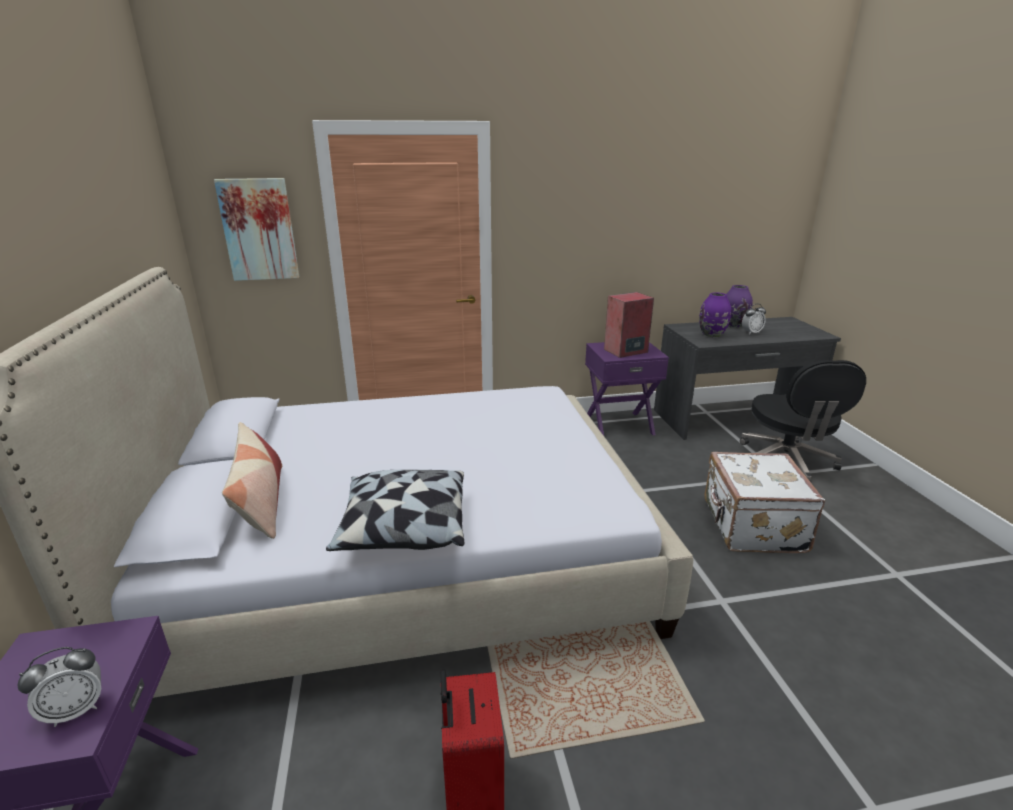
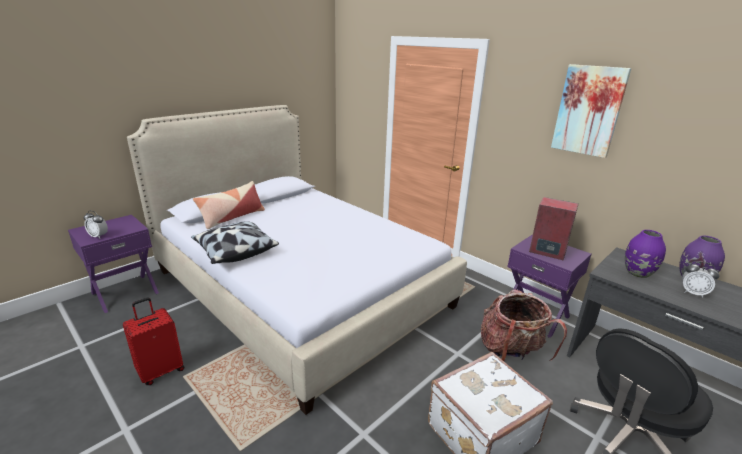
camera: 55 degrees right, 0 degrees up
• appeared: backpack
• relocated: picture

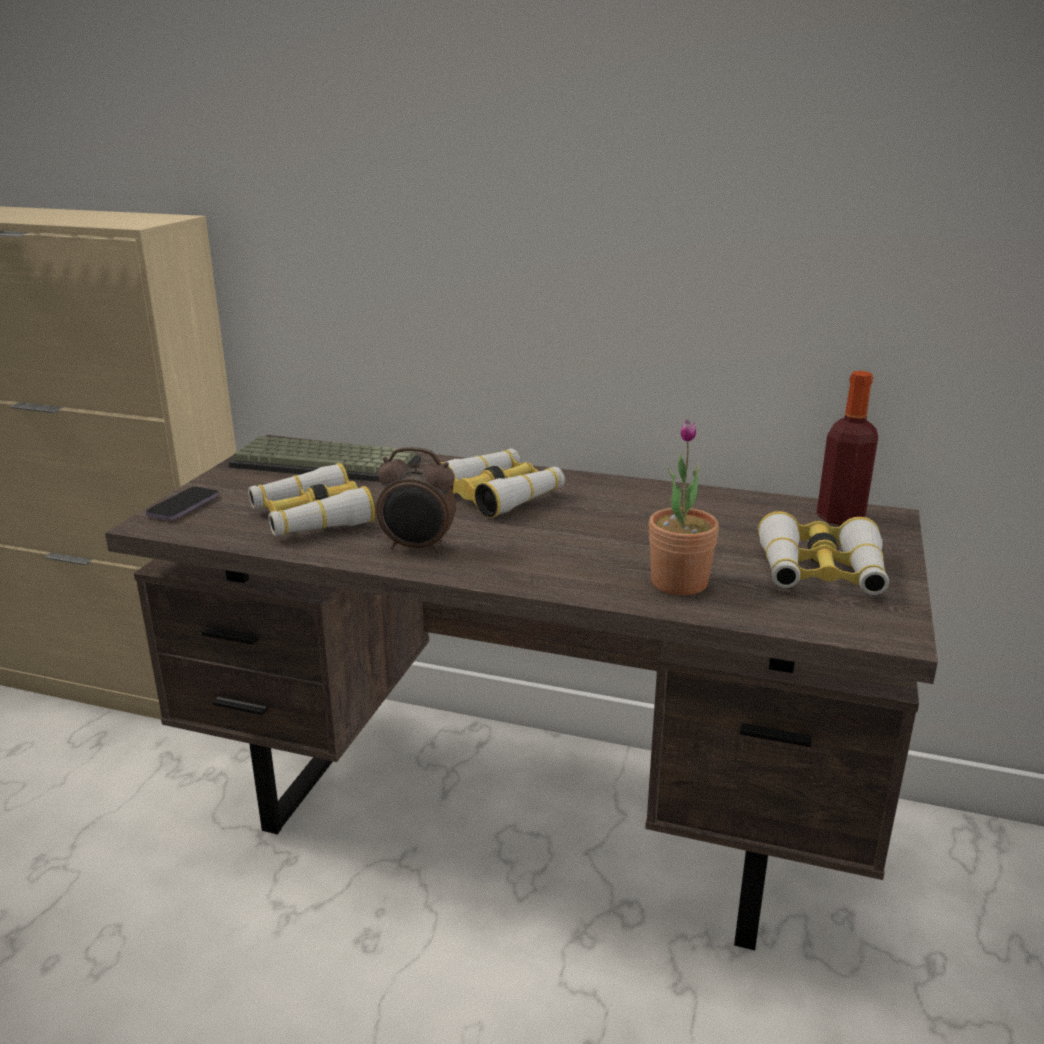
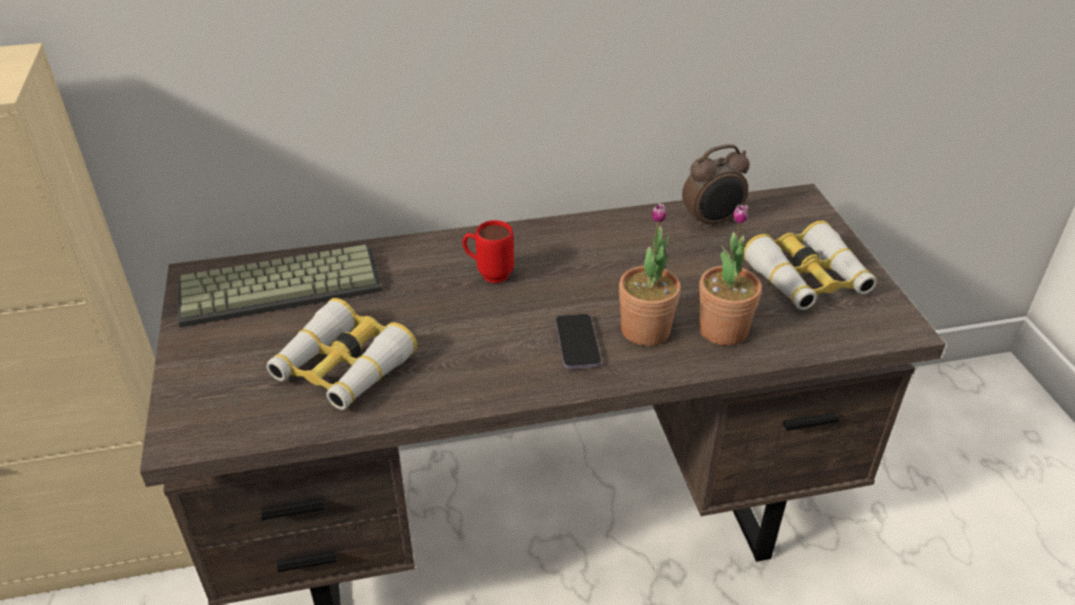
camera: 30 degrees left, 15 degrees up
• missing: drink bottle
• appeared: potted plant (no. 1 from left)
• relocated: telephone
• relocated: alarm clock
• exchanged: pair of binoculars (no. 2 from left) to mug (red-coloured)

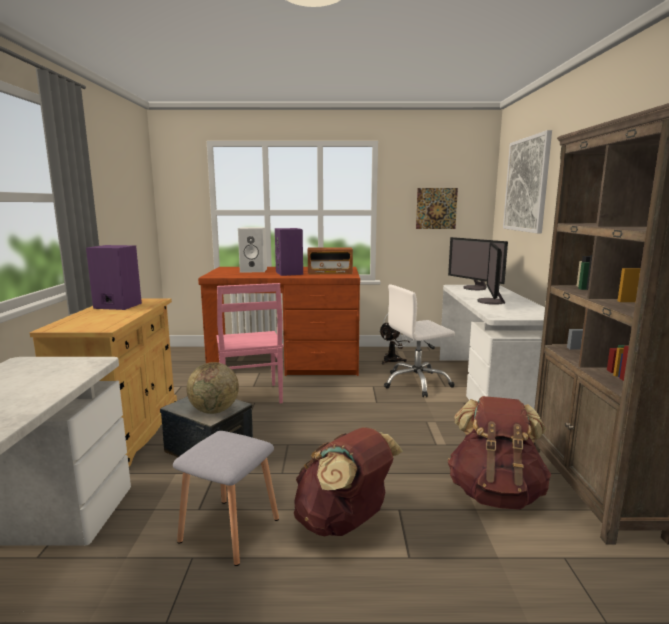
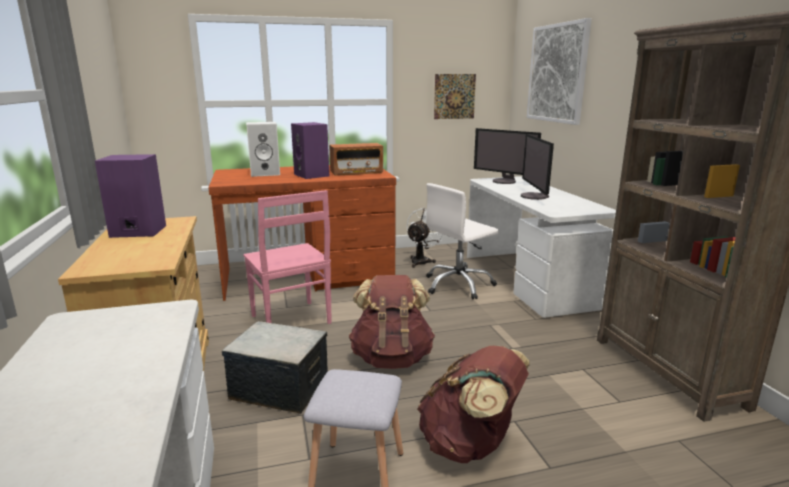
camera: 15 degrees left, 5 degrees up
• missing: world globe
• relocated: backpack (brownish) (no. 2 from left in the first image) to backpack (brownish) (no. 1 from left)

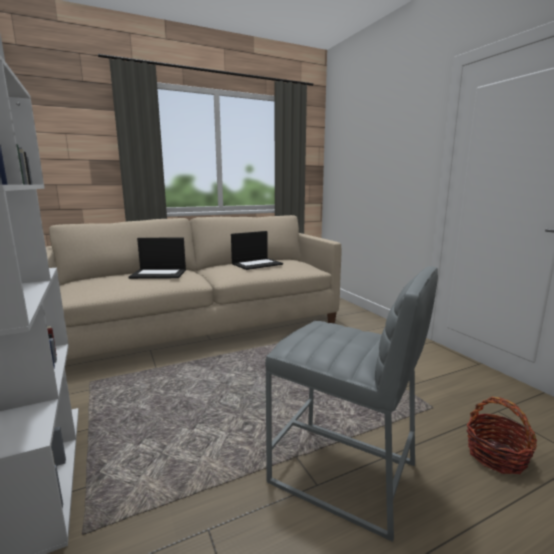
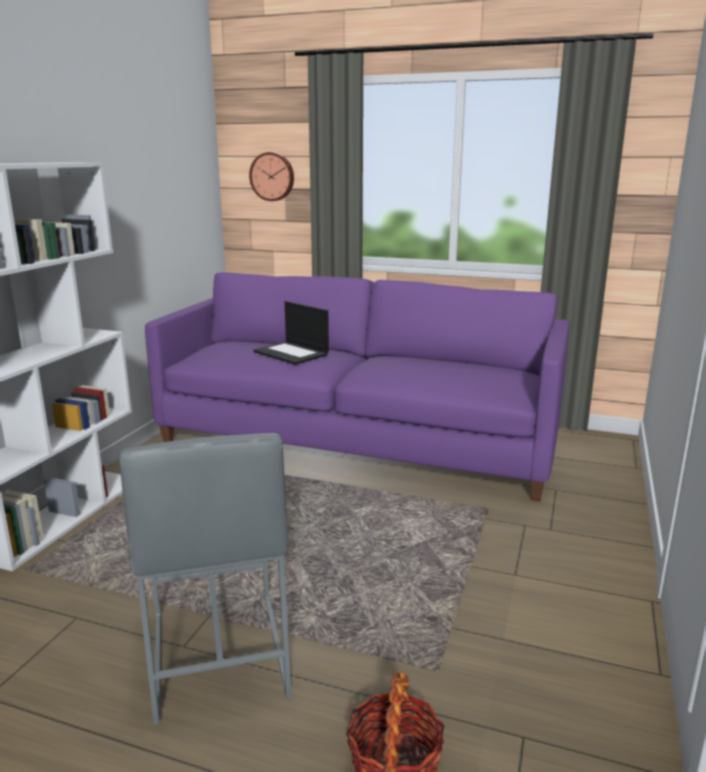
camera: 45 degrees right, 5 degrees up
• missing: portable computer (no. 2 from left)
• appeared: hanging clock
• colour: settee (beige) to settee (purple-coloured)

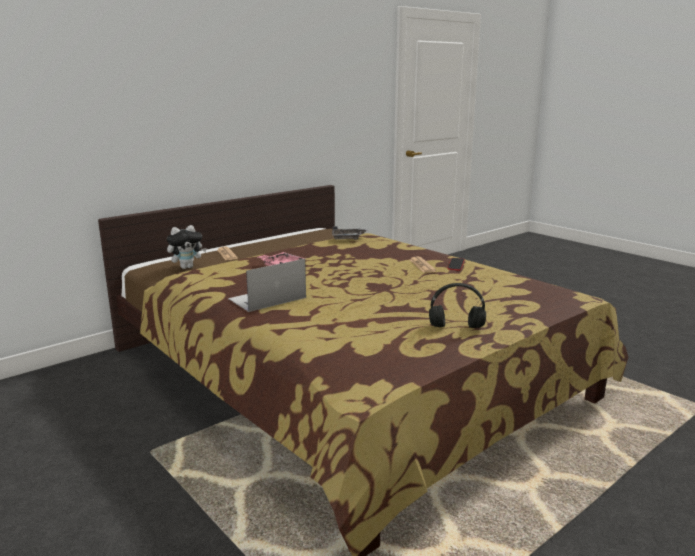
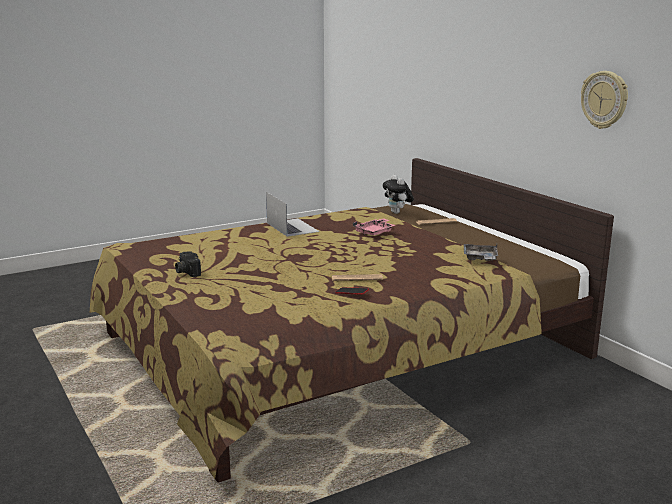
camera: 100 degrees right, 0 degrees up
• appeared: hanging clock
• exchanged: pair of headphones (black-coloured) to still camera

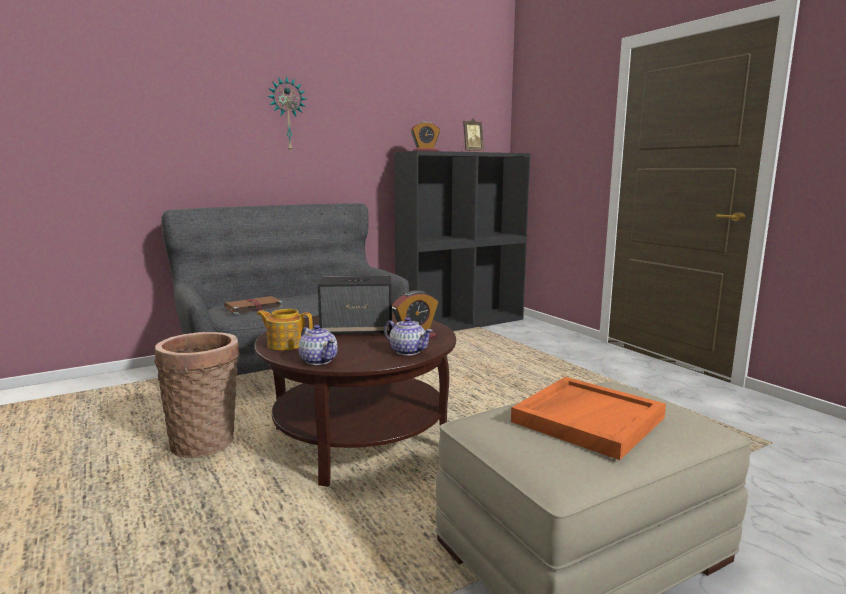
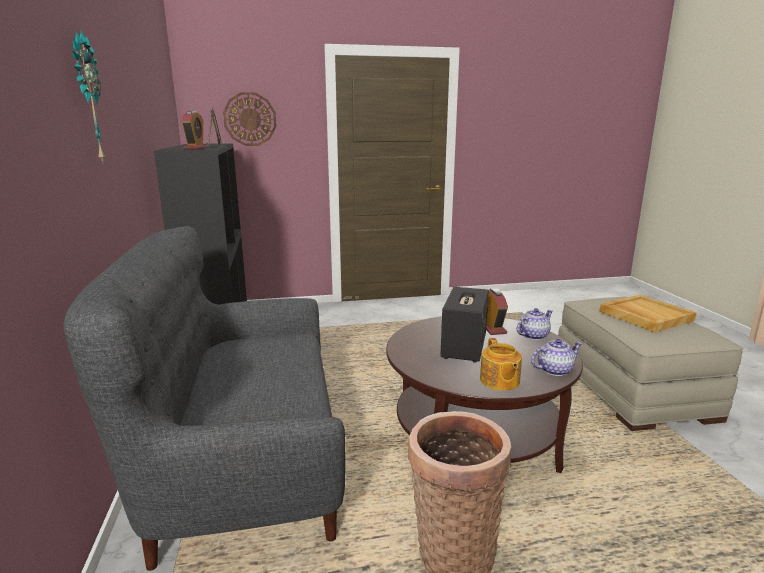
camera: 70 degrees left, 5 degrees up
• missing: book (brownish)
• appeared: hanging clock (no. 2 from left)
• colour: carrying tray (orangey) to carrying tray (beige)
• spun: teapot (no. 1 from left) 45 degrees counterclockwise

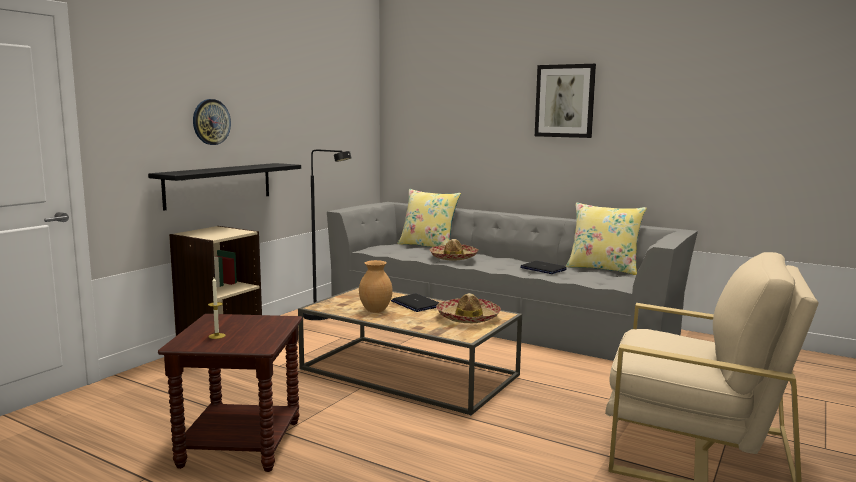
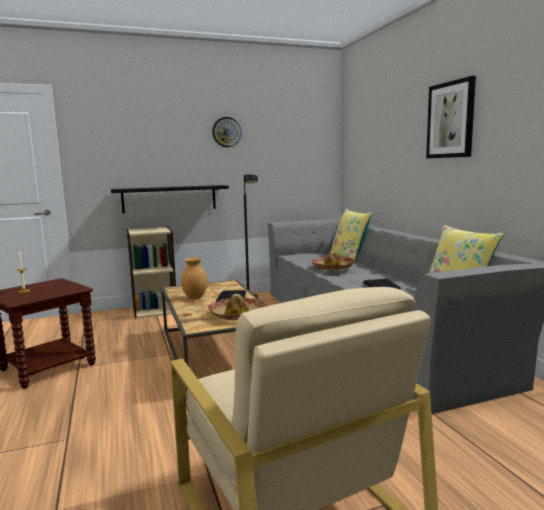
camera: 40 degrees right, 0 degrees up
• relocated: hanging clock

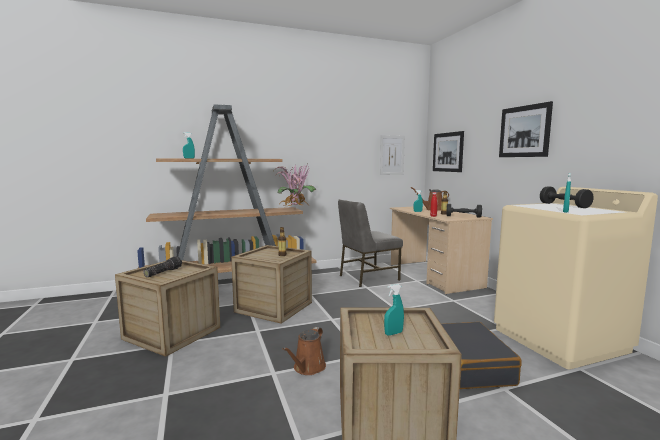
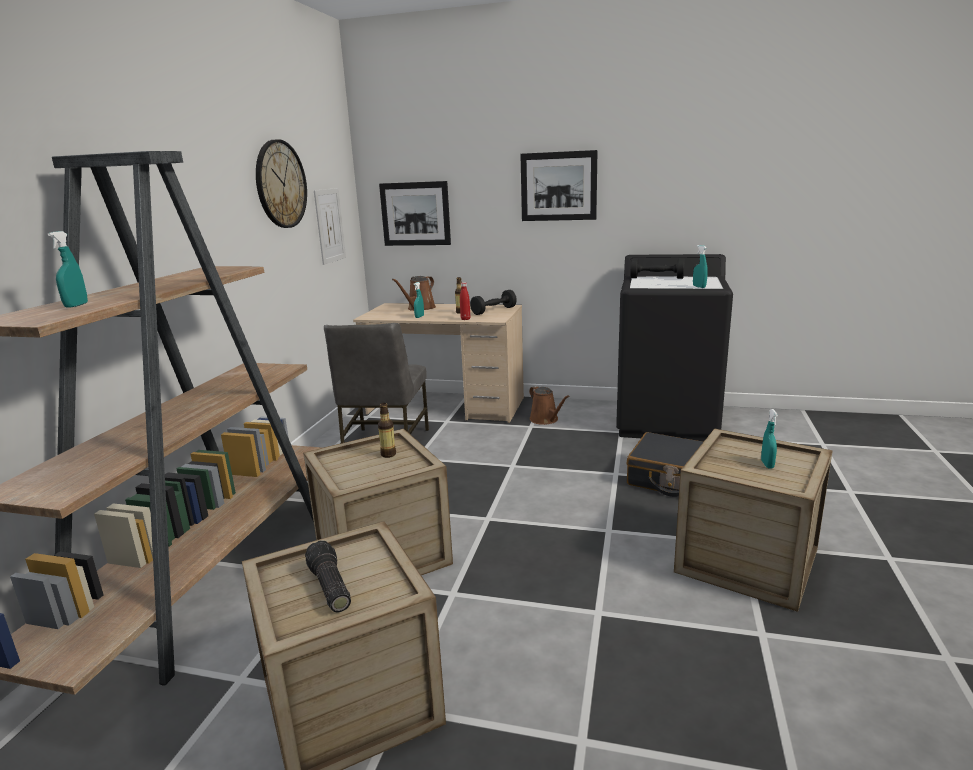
camera: 55 degrees left, 10 degrees up
• missing: potted plant
• appeared: hanging clock
• relocated: watering pot (brownish) (no. 1 from left in the first image) to watering pot (brownish) (no. 2 from left)
• colour: laundry machine (beige) to laundry machine (black-coloured)

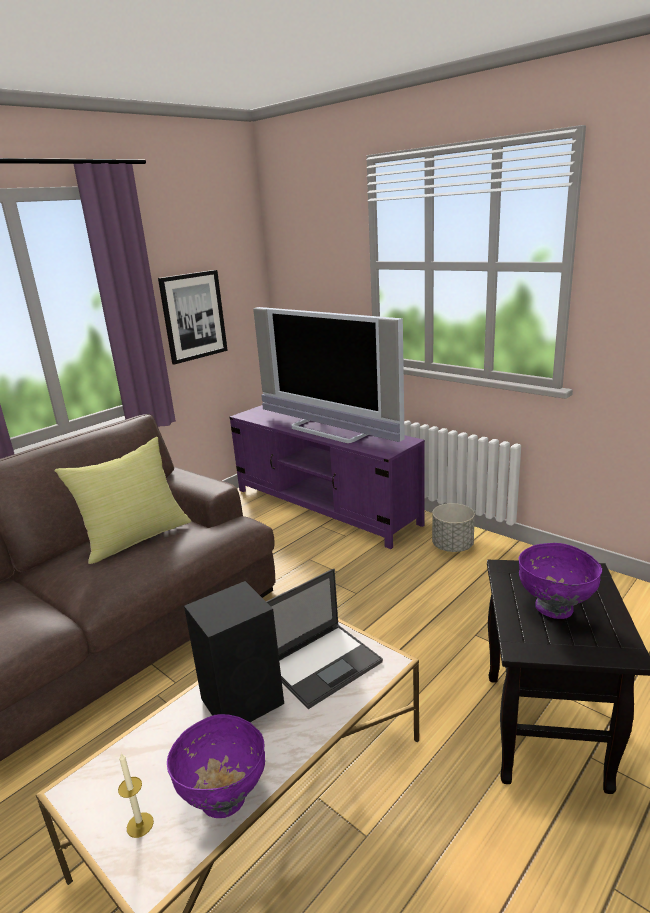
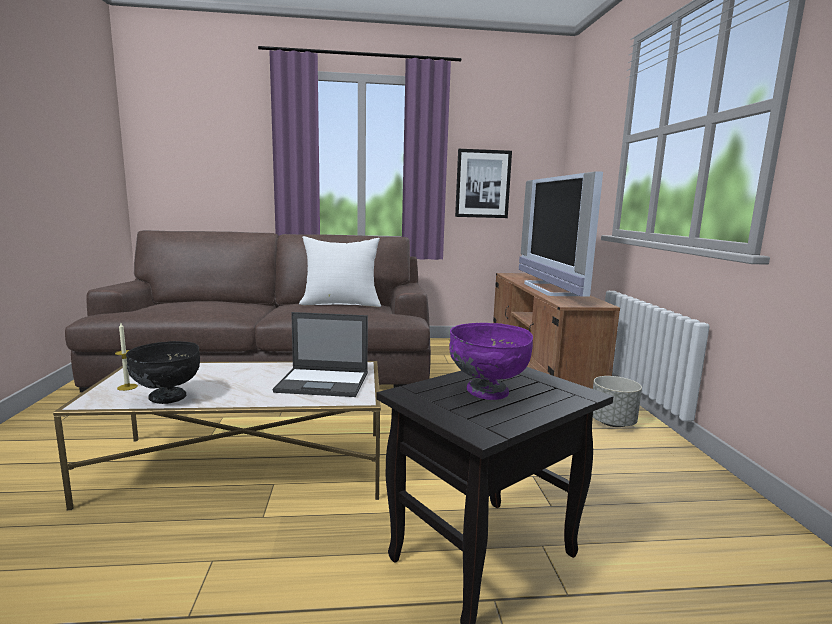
camera: 40 degrees right, 10 degrees down
• missing: audio speaker (black-coloured)
• colour: cushion (yellow-coloured) to cushion (white)
• colour: deep dish (purple-coloured) (no. 1 from left) to deep dish (black-coloured)
• colour: tv unit (purple-coloured) to tv unit (brownish)

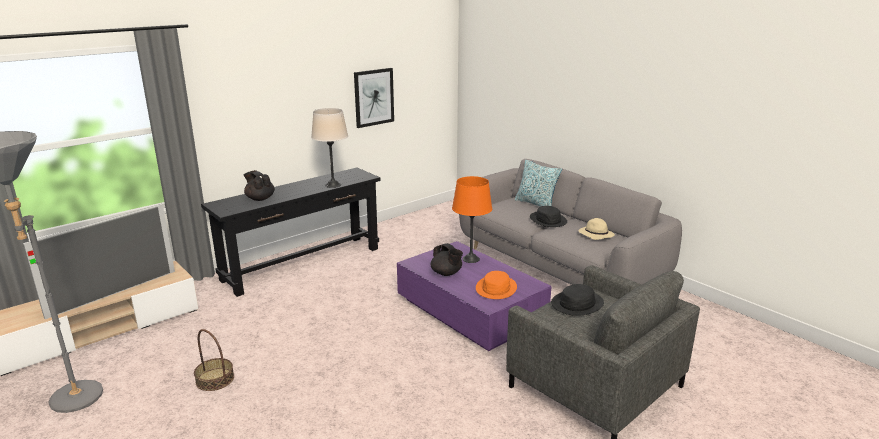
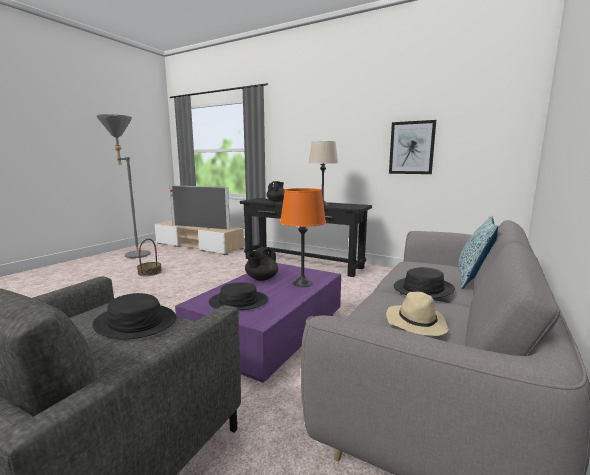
camera: 70 degrees right, 10 degrees down
• colour: hat (orangey) to hat (black-coloured) (no. 2 from left)

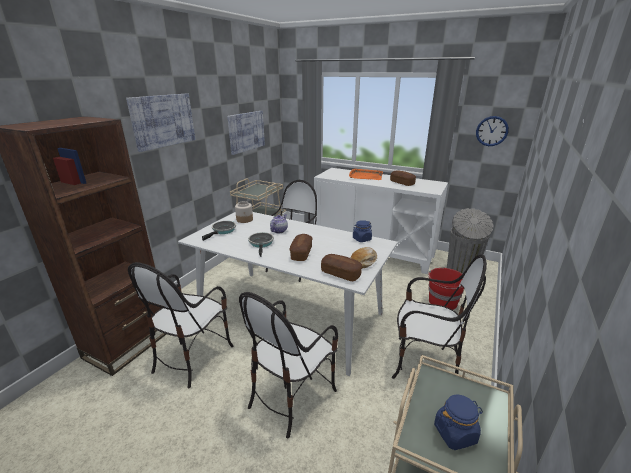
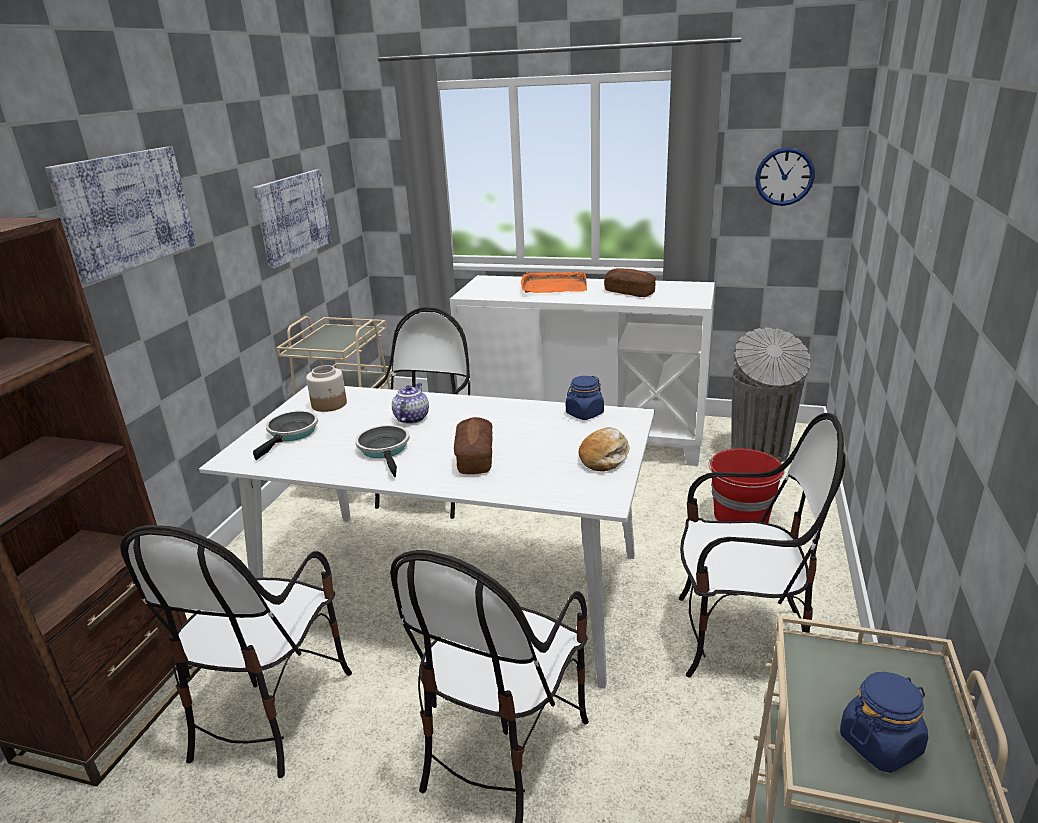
camera: 10 degrees left, 0 degrees up
• missing: bread (no. 2 from left)

